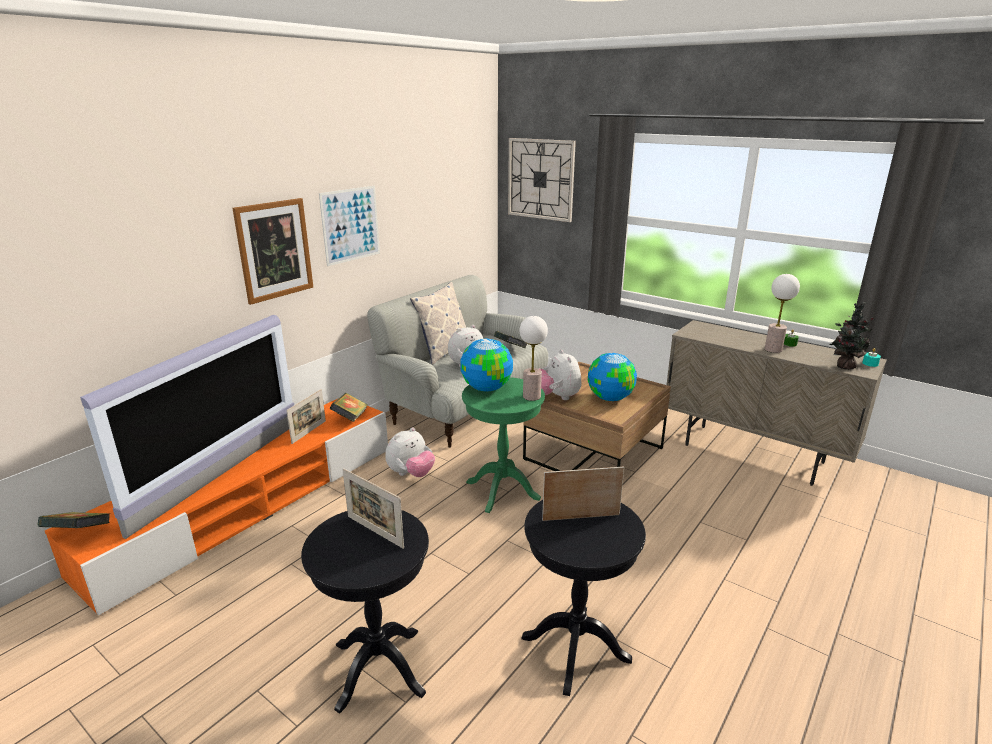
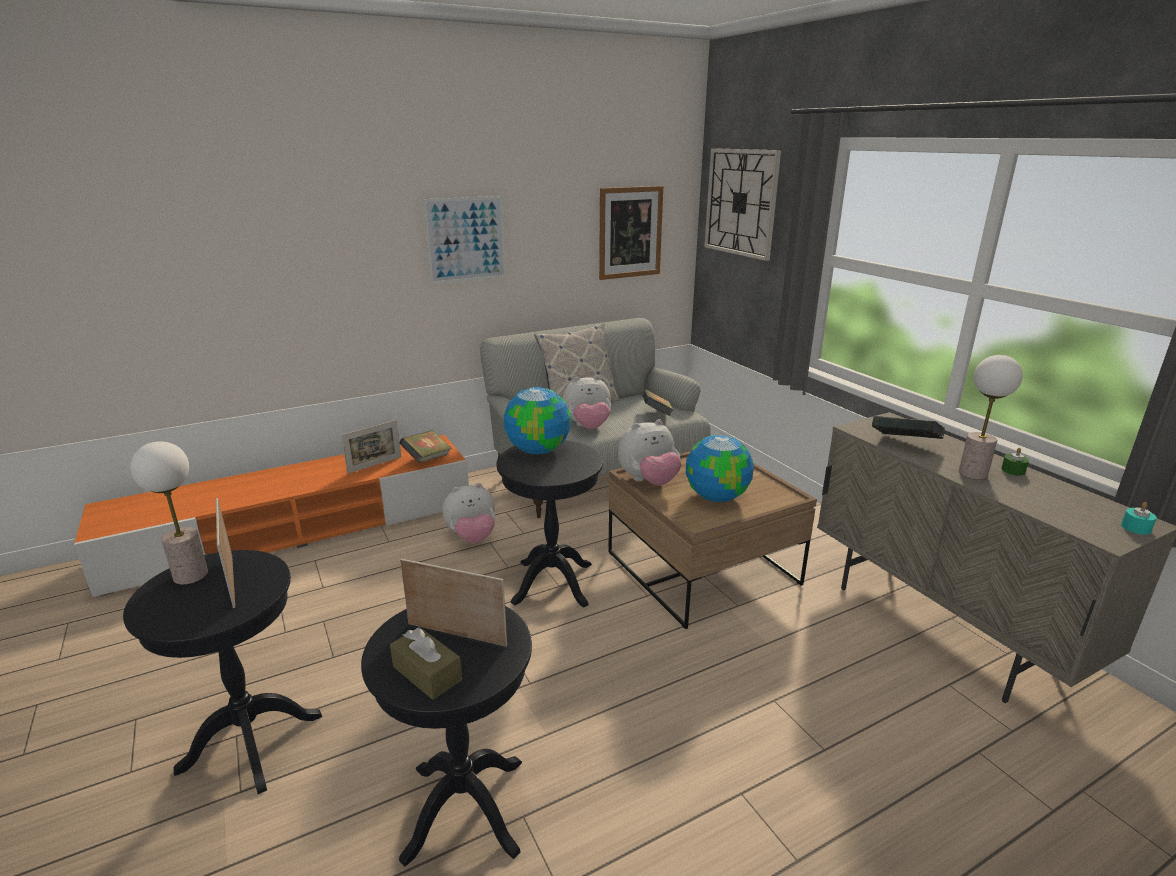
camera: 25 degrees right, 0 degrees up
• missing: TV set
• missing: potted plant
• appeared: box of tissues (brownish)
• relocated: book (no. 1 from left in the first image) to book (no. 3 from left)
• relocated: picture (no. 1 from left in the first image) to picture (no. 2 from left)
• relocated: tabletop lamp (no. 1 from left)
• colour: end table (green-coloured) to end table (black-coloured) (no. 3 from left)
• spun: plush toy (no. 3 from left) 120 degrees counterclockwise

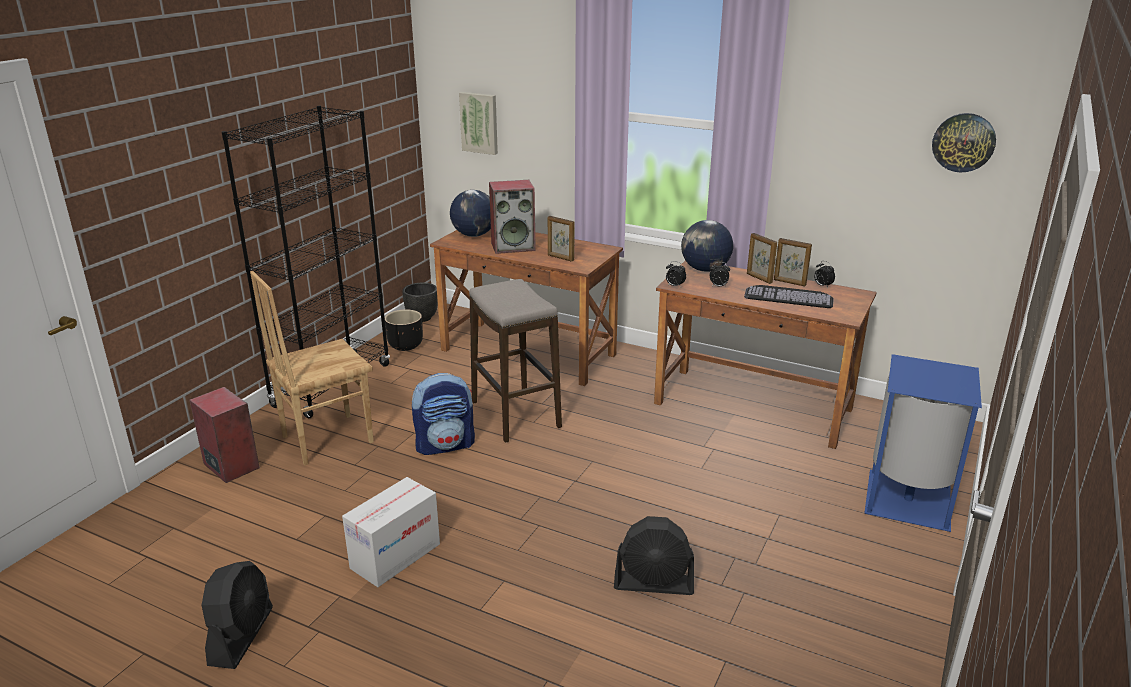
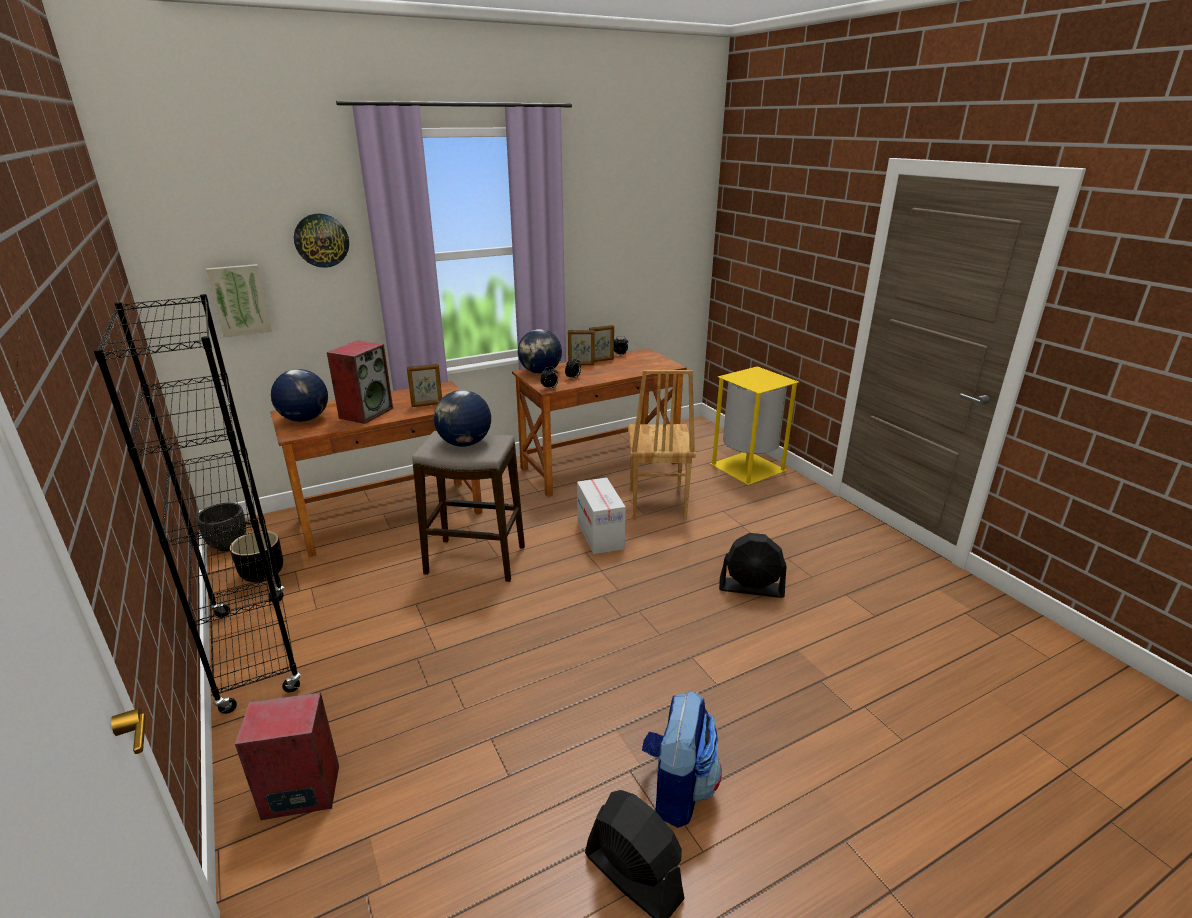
camera: 55 degrees left, 0 degrees up
• missing: computer keyboard
• appeared: world globe (no. 2 from left)
• relocated: upright chair (brownish)
• relocated: carton
• relocated: backpack
• relocated: hanging clock
• colour: trash can (bluish) to trash can (yellow-coloured)
• spun: cooling fan (black-coloured) (no. 2 from left) 60 degrees clockwise

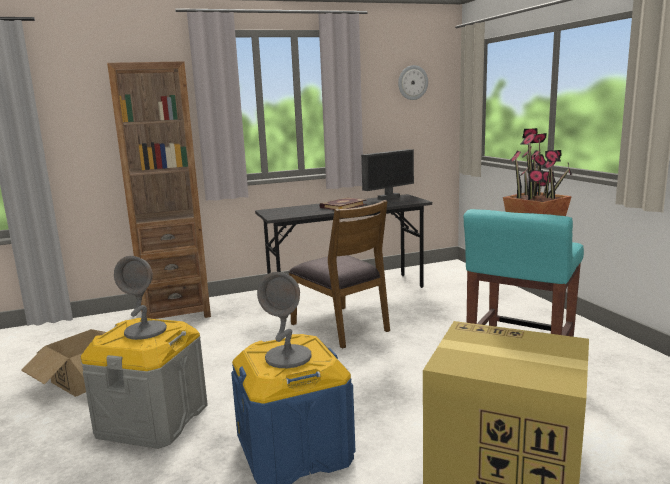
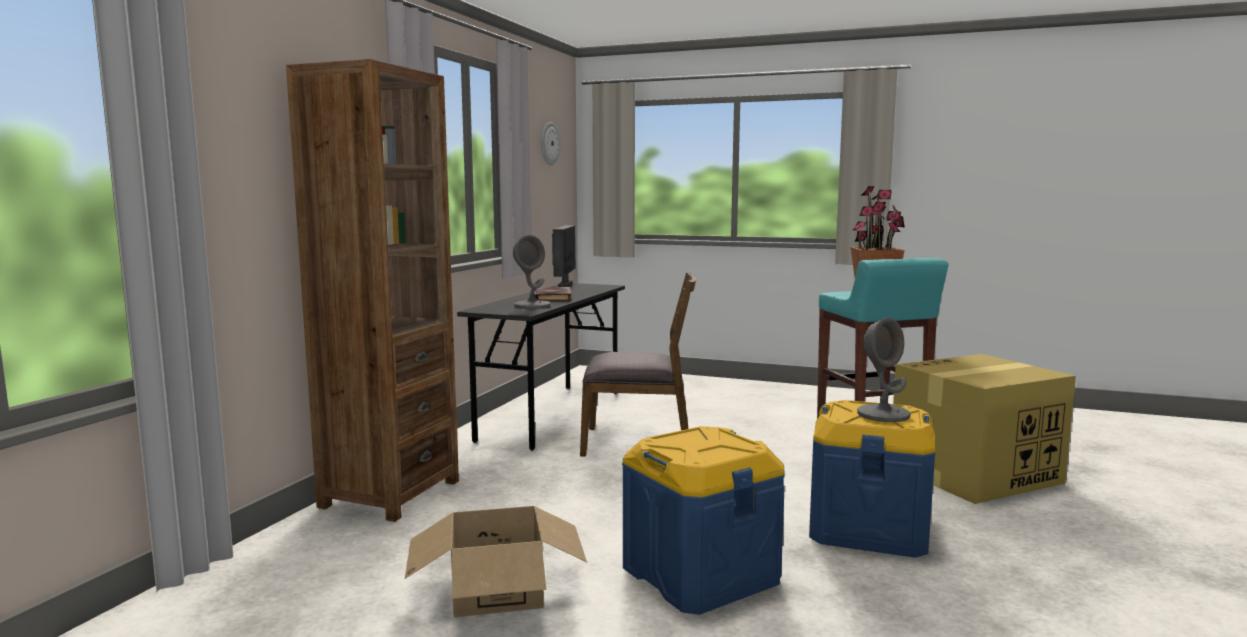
camera: 50 degrees left, 5 degrees down
• relocated: tabletop lamp (gray) (no. 1 from left)
• colour: storage box (gray) to storage box (bluish) (no. 1 from left)

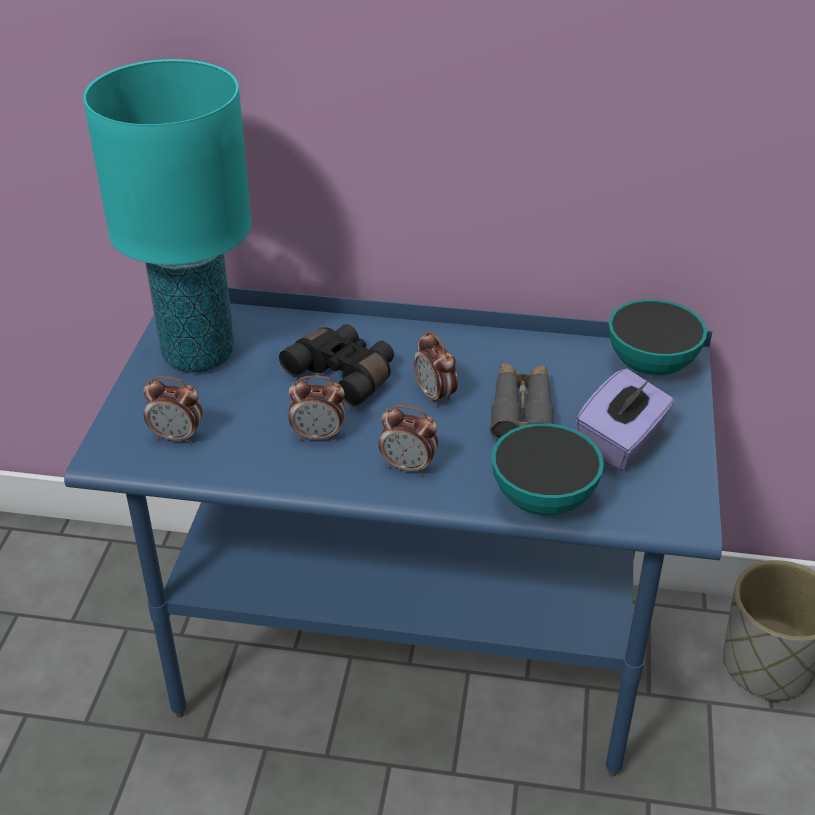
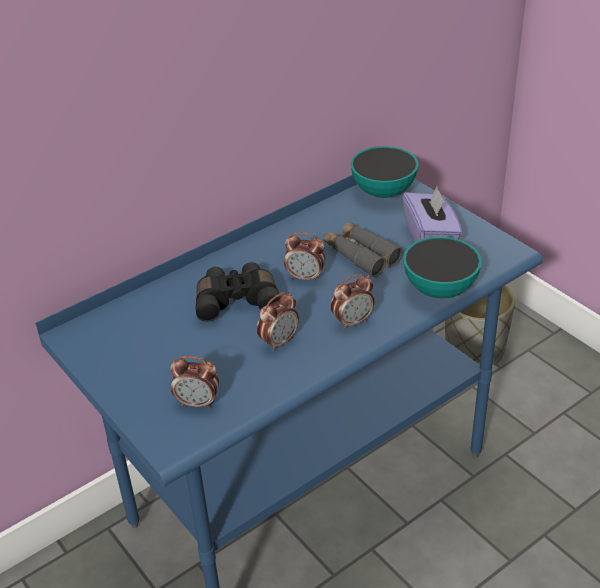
camera: 45 degrees left, 0 degrees up
• missing: tabletop lamp (turquoise-coloured)
• spun: alarm clock (no. 1 from left) 45 degrees clockwise

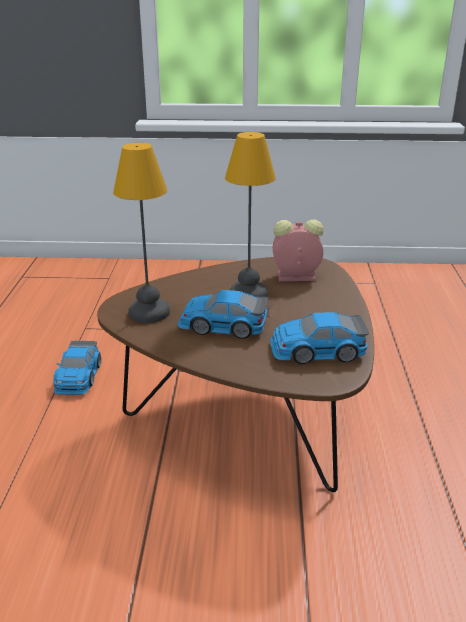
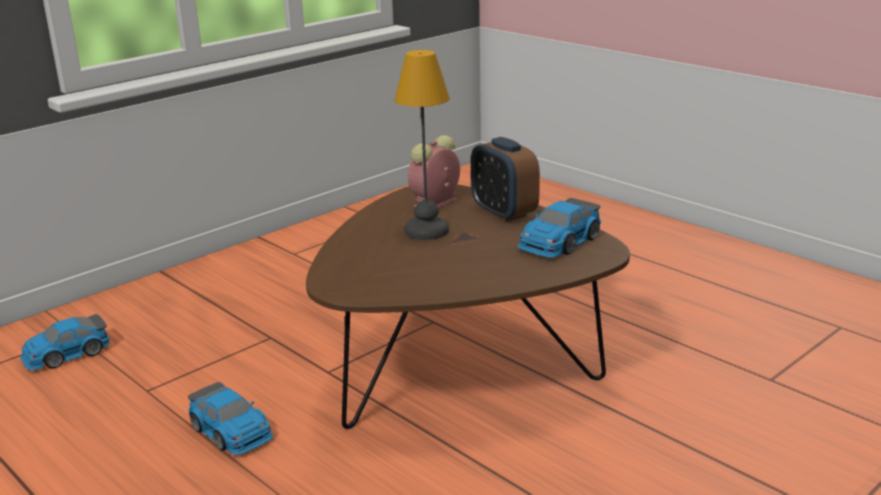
camera: 45 degrees left, 5 degrees down
• missing: tabletop lamp (no. 1 from left)
• appeared: alarm clock (no. 2 from left)
• relocated: model car (no. 2 from left in the first image) to model car (no. 1 from left)

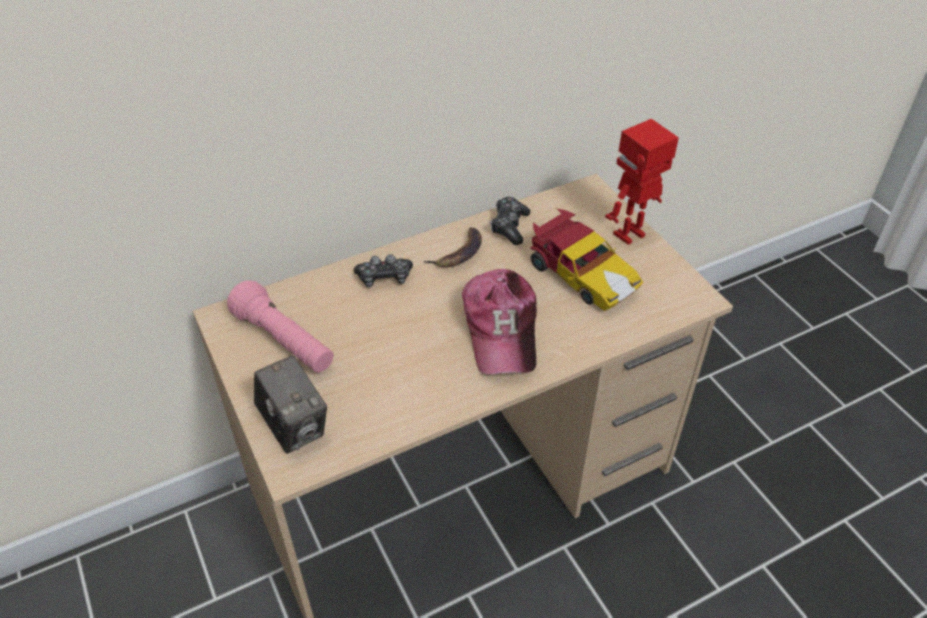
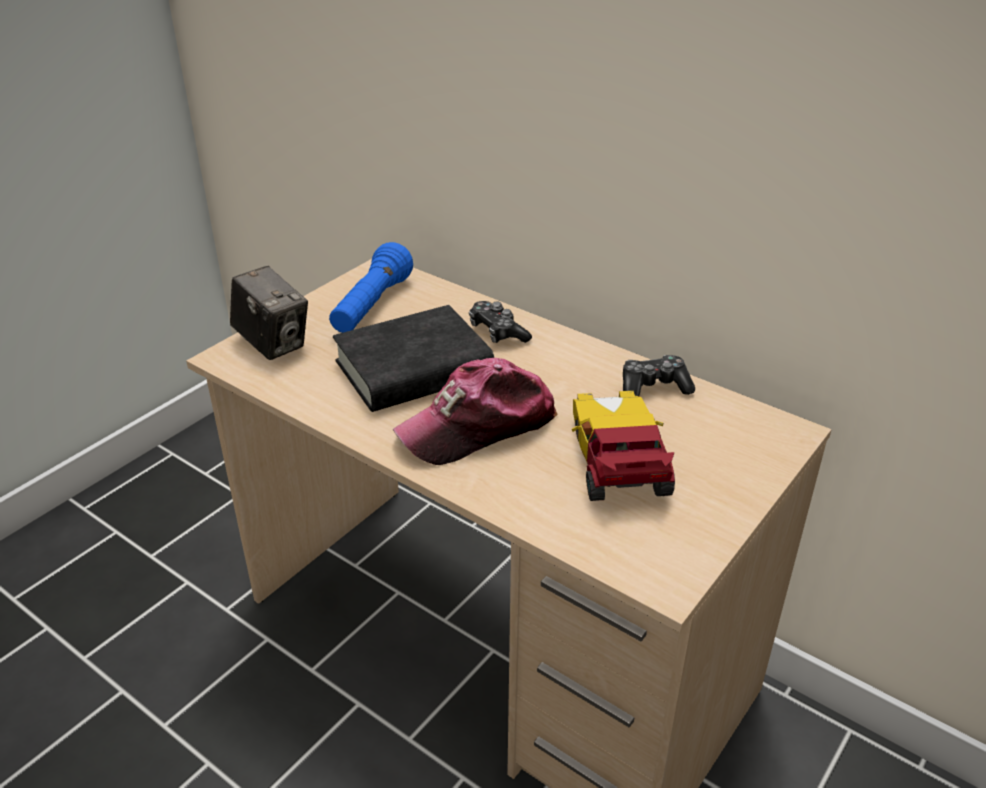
camera: 65 degrees right, 10 degrees down
• missing: banana fruit
• missing: model robot
• appeared: book (black-coloured)
• colour: torch (pink-coloured) to torch (bluish)
• spun: still camera 75 degrees counterclockwise
• spun: model car 150 degrees clockwise

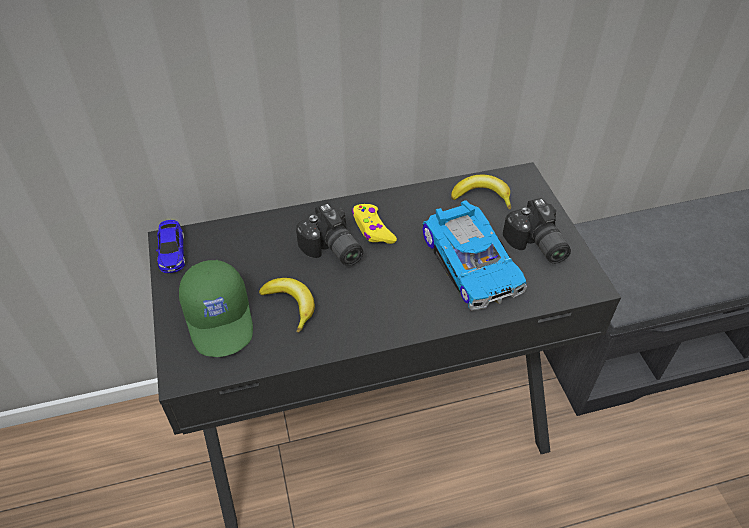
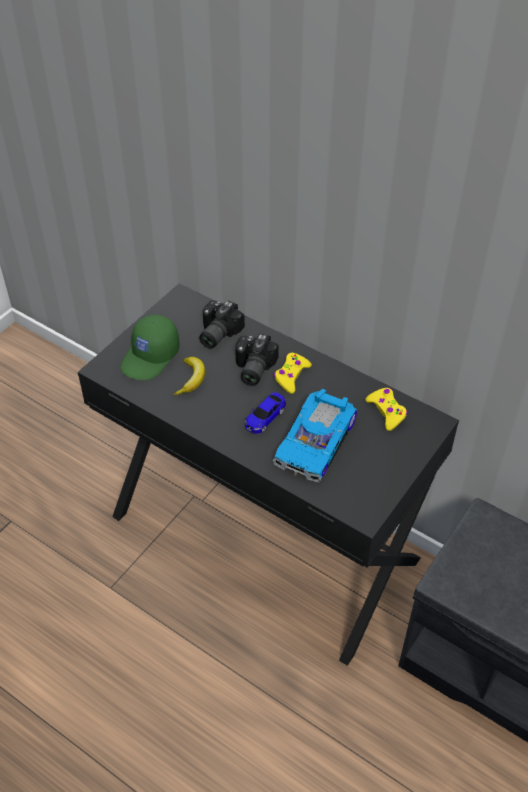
camera: 50 degrees right, 0 degrees up
• relocated: model car (no. 1 from left)
• relocated: still camera (no. 2 from left in the first image) to still camera (no. 1 from left)
• exchanged: banana fruit (no. 2 from left) to game controller (yellow-coloured) (no. 2 from left)

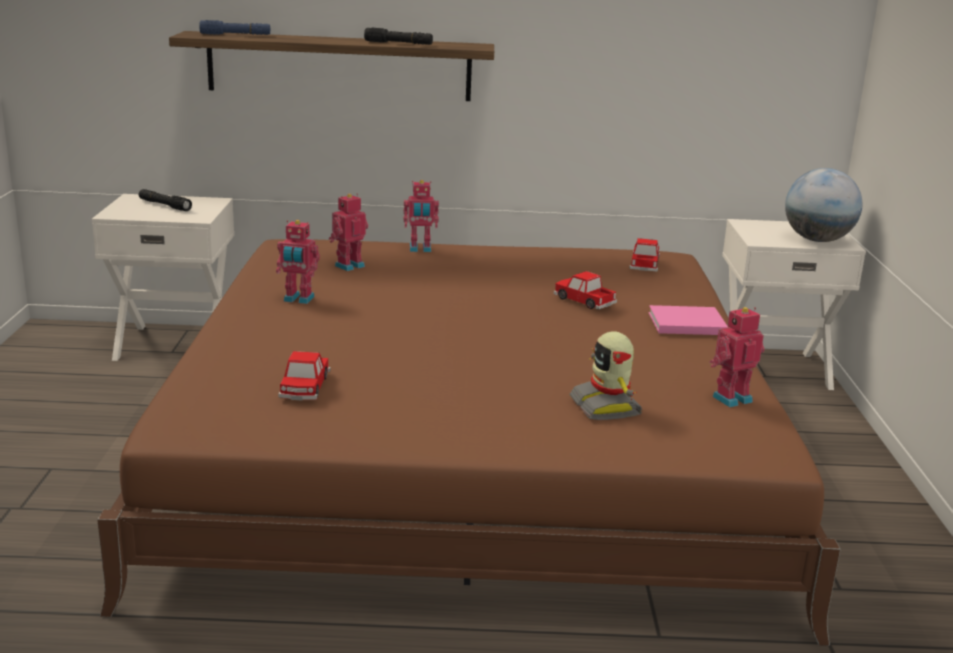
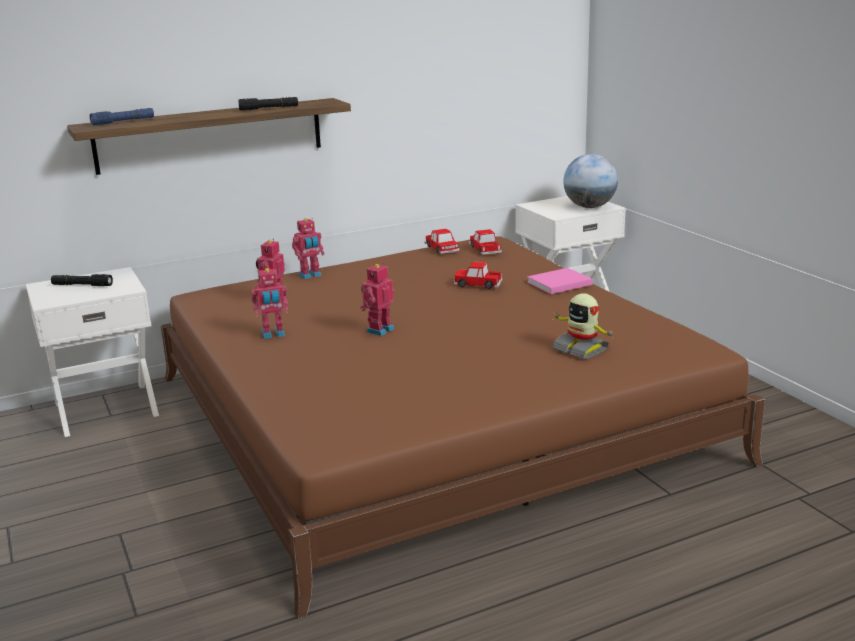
camera: 25 degrees left, 0 degrees up
• relocated: model car (no. 1 from left)
• relocated: model robot (no. 5 from left in the first image) to model robot (no. 4 from left)

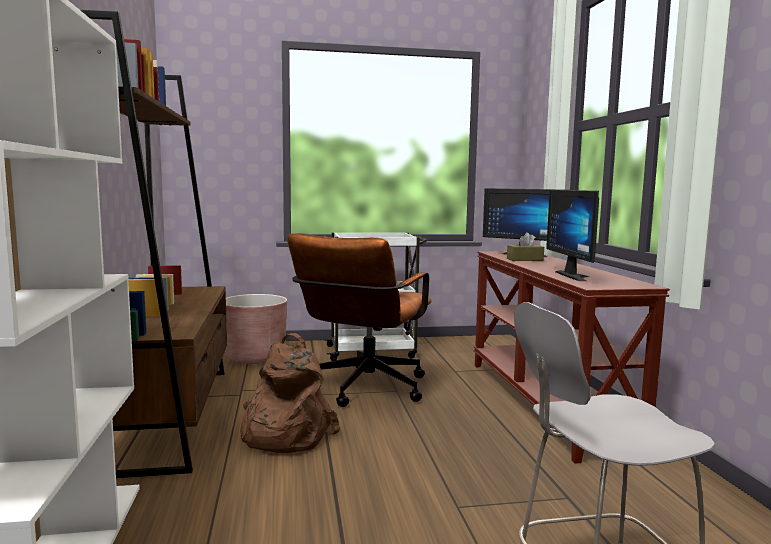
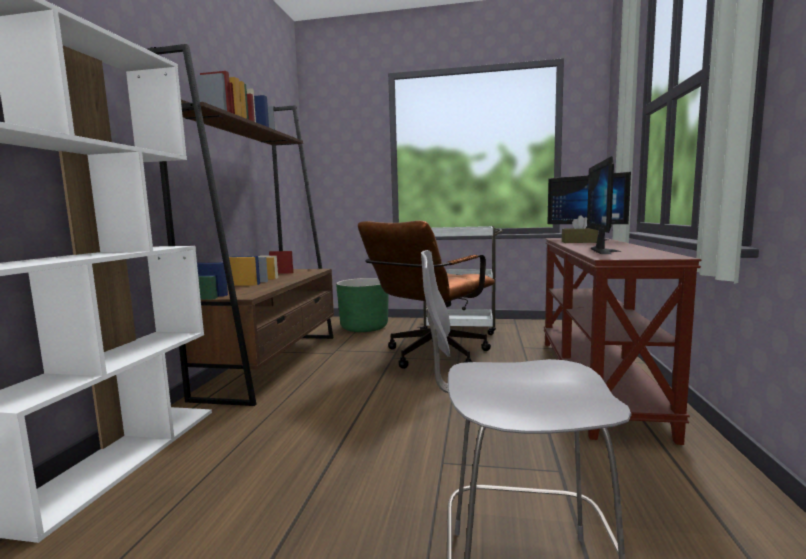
camera: 20 degrees right, 0 degrees up
• missing: backpack (brownish)
• colour: planter (brownish) to planter (green-coloured)

